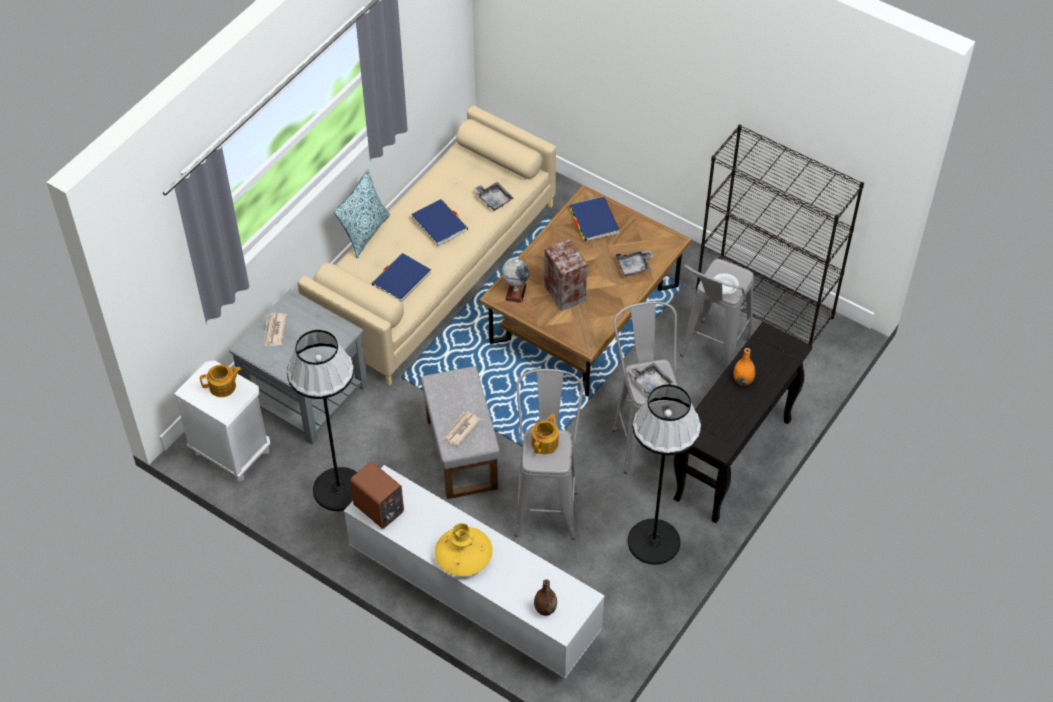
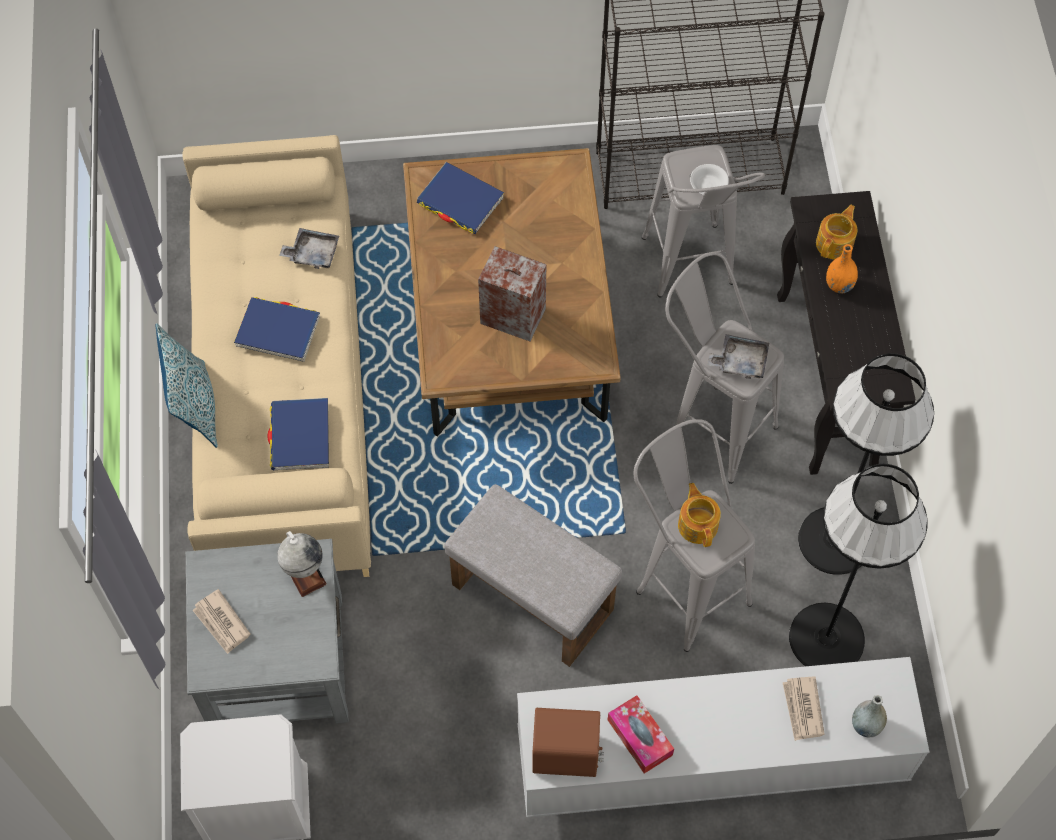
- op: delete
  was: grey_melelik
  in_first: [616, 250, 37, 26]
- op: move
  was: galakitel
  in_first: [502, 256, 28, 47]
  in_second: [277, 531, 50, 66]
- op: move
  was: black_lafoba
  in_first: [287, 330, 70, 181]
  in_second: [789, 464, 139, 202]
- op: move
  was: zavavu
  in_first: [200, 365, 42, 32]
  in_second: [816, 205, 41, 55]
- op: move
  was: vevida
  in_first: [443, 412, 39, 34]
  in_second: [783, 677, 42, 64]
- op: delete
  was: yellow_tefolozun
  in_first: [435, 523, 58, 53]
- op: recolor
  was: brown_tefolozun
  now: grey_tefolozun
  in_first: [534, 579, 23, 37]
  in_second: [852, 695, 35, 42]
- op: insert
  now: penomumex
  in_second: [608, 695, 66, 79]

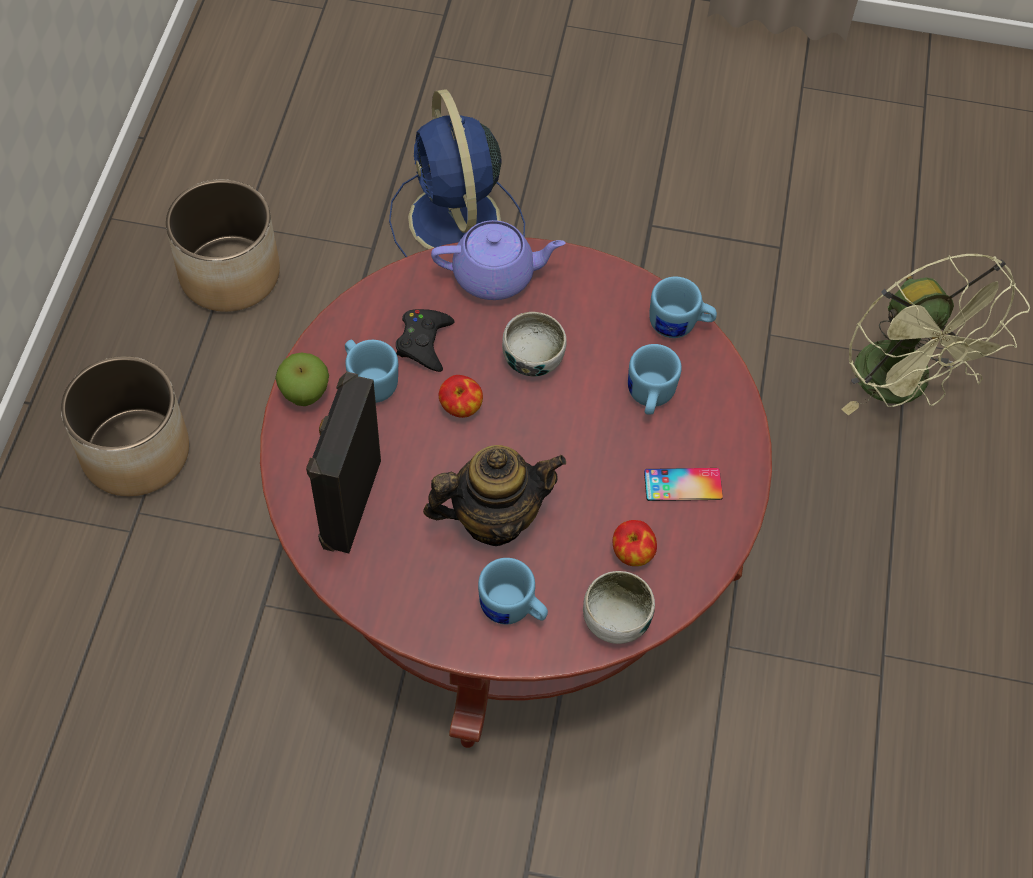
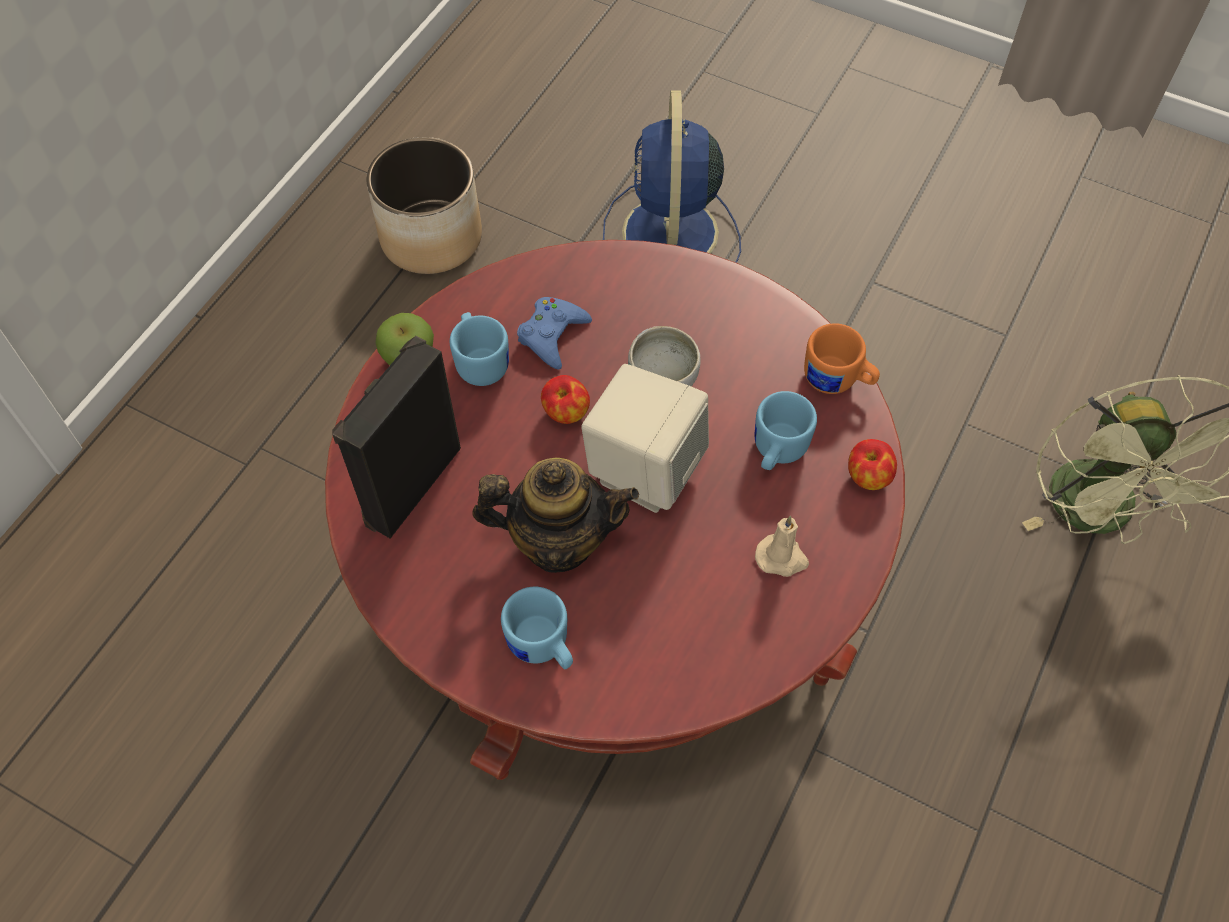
- op: delete
  was: purple_zavavu
  in_first: [431, 220, 135, 80]
- op: recolor
  was: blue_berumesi
  now: orange_berumesi
  in_first: [649, 277, 68, 61]
  in_second: [804, 323, 76, 71]
- op: recolor
  was: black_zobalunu
  now: blue_zobalunu
  in_first: [396, 309, 59, 63]
  in_second: [517, 297, 75, 73]
- op: delete
  was: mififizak
  in_first: [61, 356, 128, 140]
- op: replace
  was: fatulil
  now: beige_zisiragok
  in_first: [644, 468, 79, 33]
  in_second: [755, 516, 54, 61]
- op: move
  was: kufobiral
  in_first: [612, 520, 45, 46]
  in_second: [848, 439, 49, 51]
- op: delete
  was: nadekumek
  in_first: [583, 571, 72, 73]
- op: insert
  now: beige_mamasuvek
  in_second: [581, 364, 128, 149]

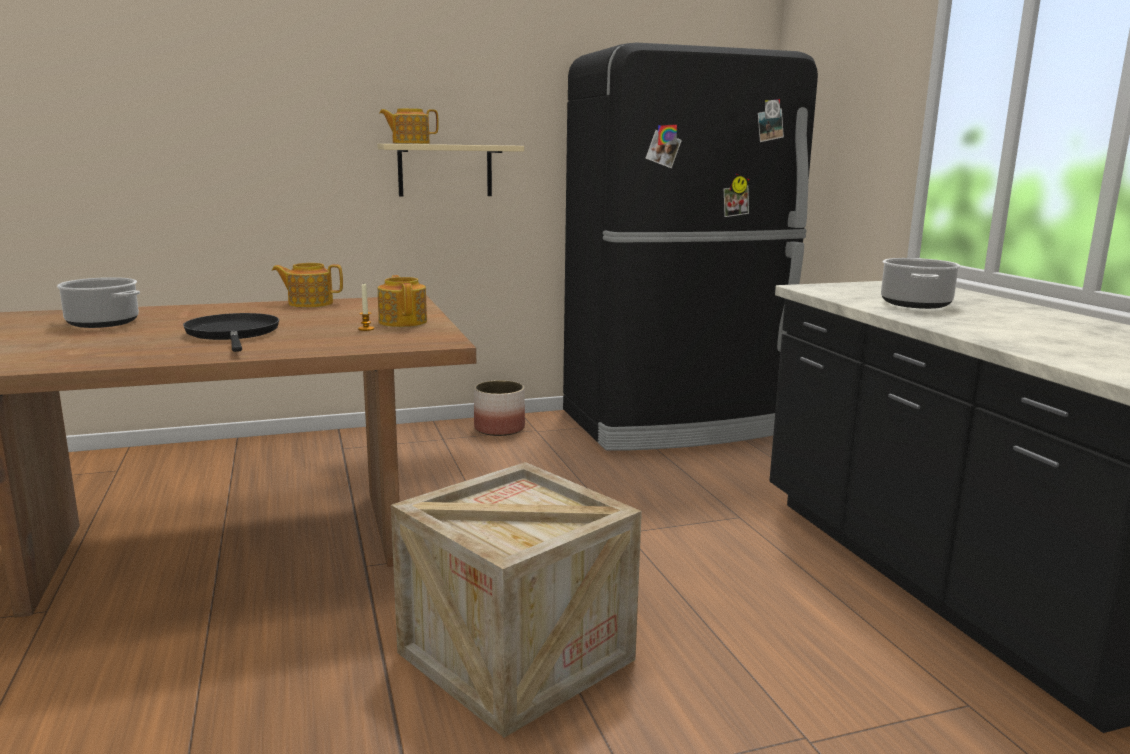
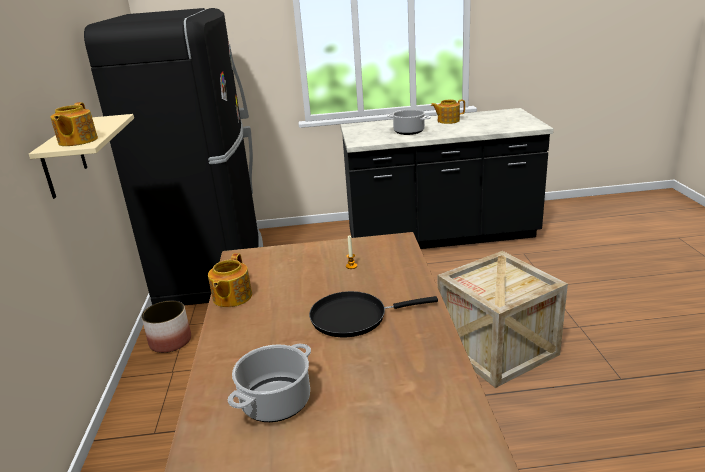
- op: move
  was: zavavu
  in_first: [378, 275, 49, 52]
  in_second: [431, 99, 34, 25]

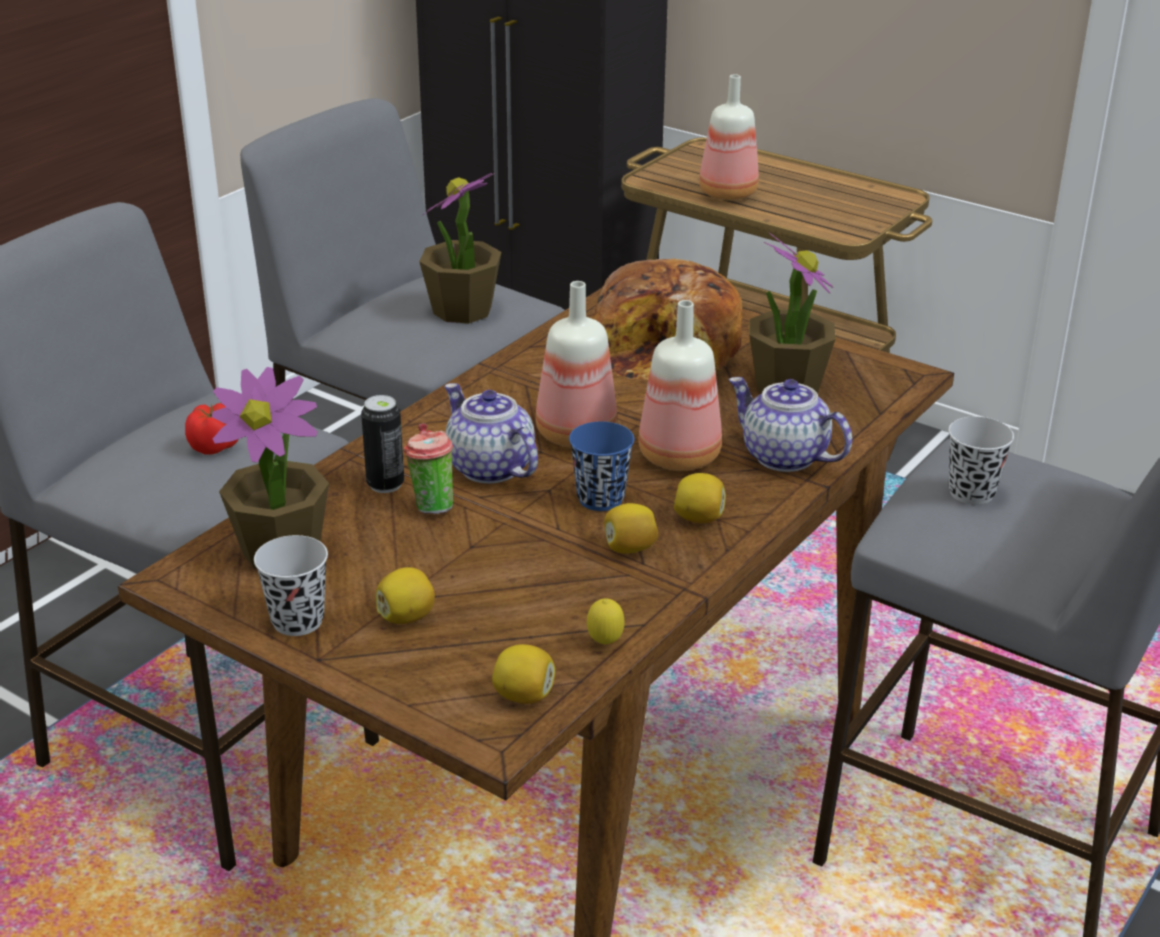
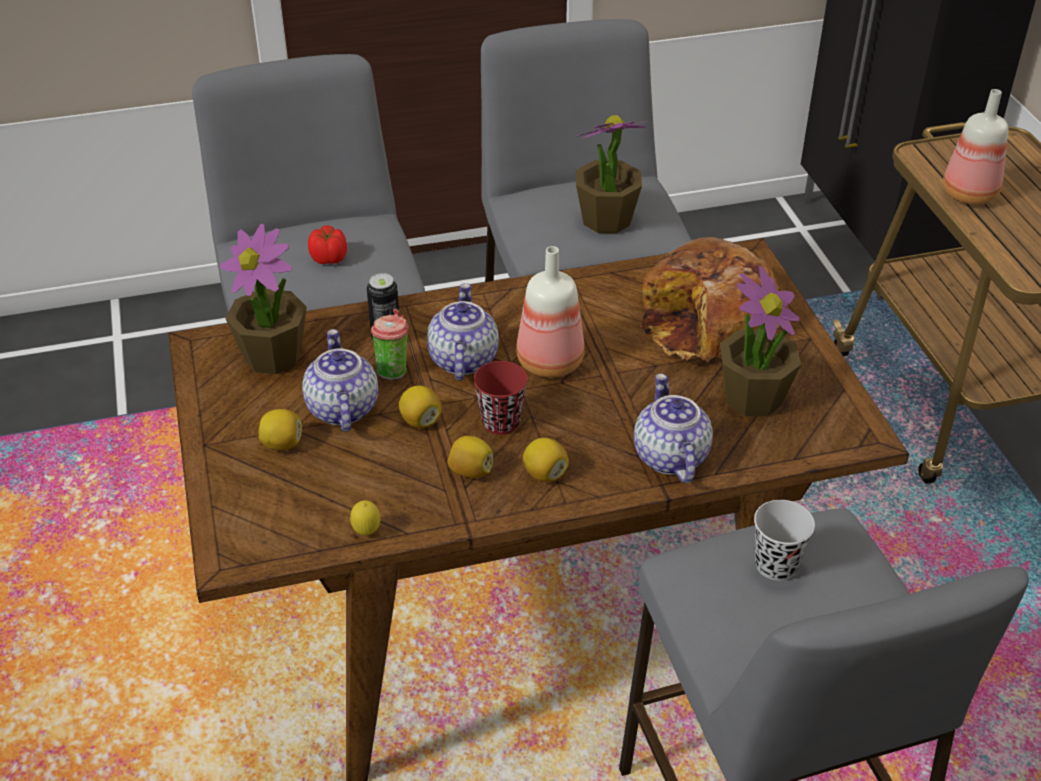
- op: delete
  was: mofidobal
  in_first: [638, 300, 84, 171]
- op: recolor
  was: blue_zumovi
  now: red_zumovi
  in_first: [569, 421, 65, 90]
  in_second: [474, 361, 54, 74]
- op: delete
  was: black_zumovi
  in_first: [254, 535, 74, 101]
- op: move
  was: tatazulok
  in_first: [492, 644, 63, 60]
  in_second: [399, 385, 43, 43]
- op: insert
  now: zavavu
  in_second: [302, 329, 76, 103]

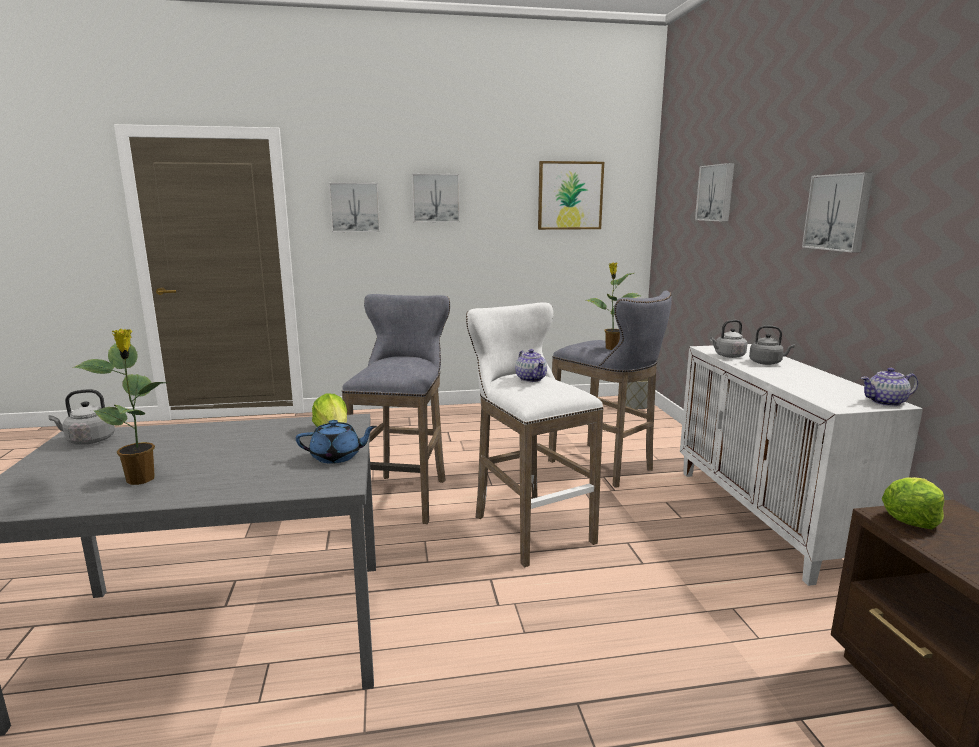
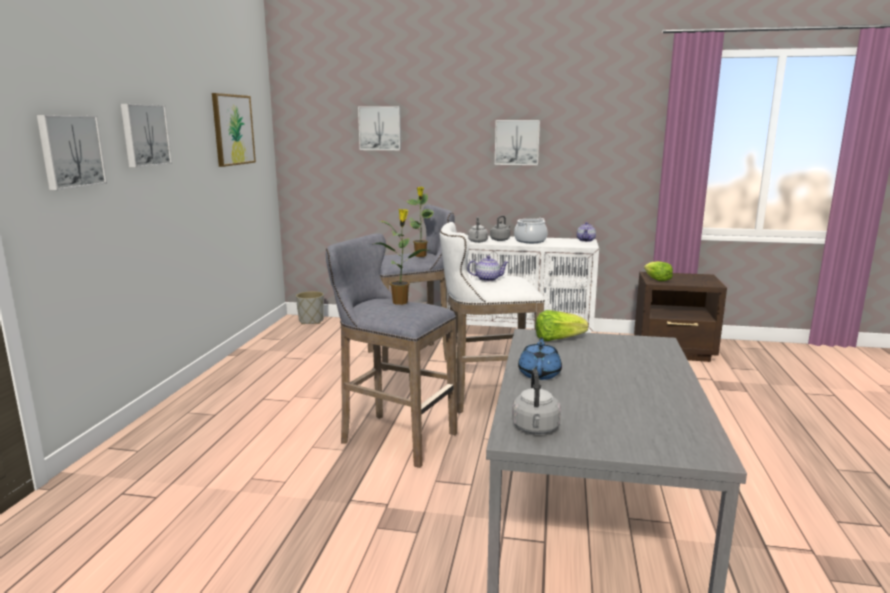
- op: move
  was: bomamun
  in_first: [73, 329, 98, 156]
  in_second: [375, 209, 57, 96]
- op: move
  was: blue_zavavu
  in_first: [296, 420, 81, 44]
  in_second: [518, 337, 44, 43]
- op: insert
  now: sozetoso
  in_second: [514, 218, 34, 25]

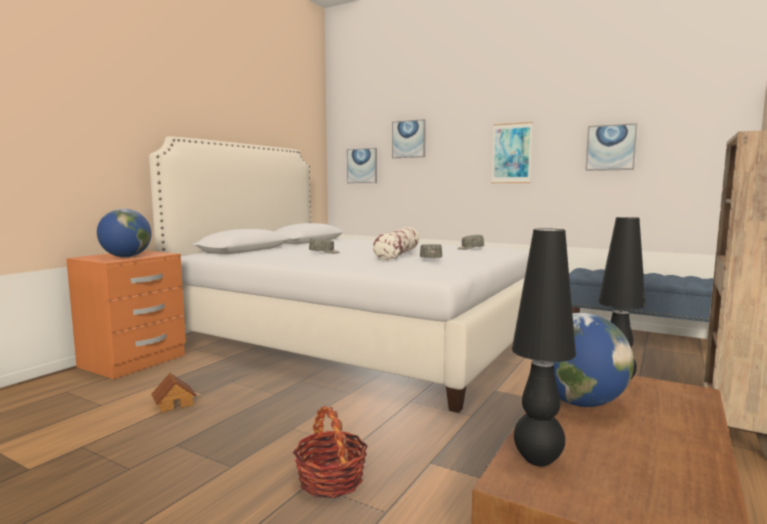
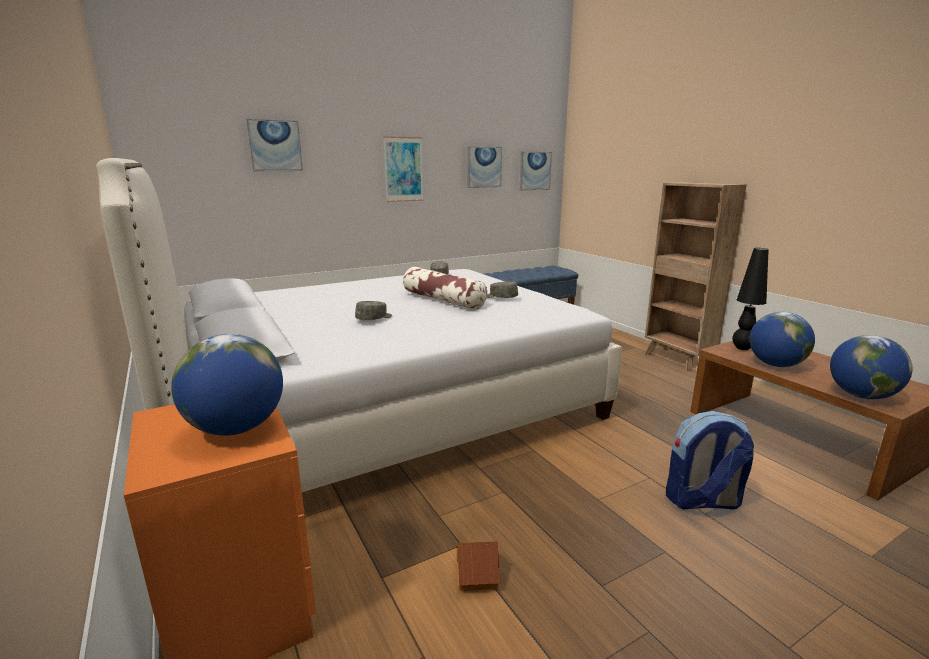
- op: move
  was: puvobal
  in_first: [347, 148, 30, 35]
  in_second: [520, 152, 32, 38]
- op: replace
  was: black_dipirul
  now: galakitel
  in_first: [512, 228, 64, 238]
  in_second: [830, 335, 82, 64]
- op: replace
  was: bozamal
  now: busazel
  in_first: [293, 406, 74, 92]
  in_second: [666, 411, 88, 98]

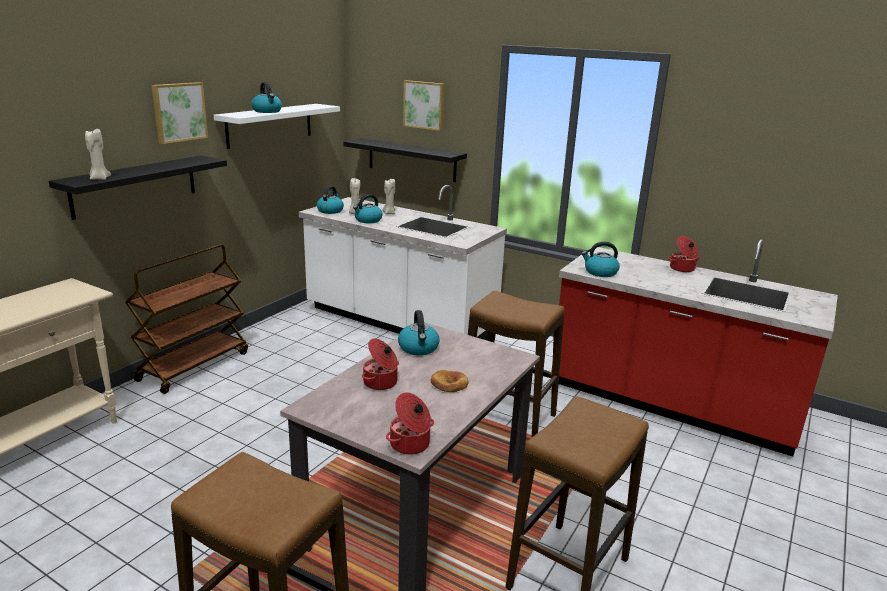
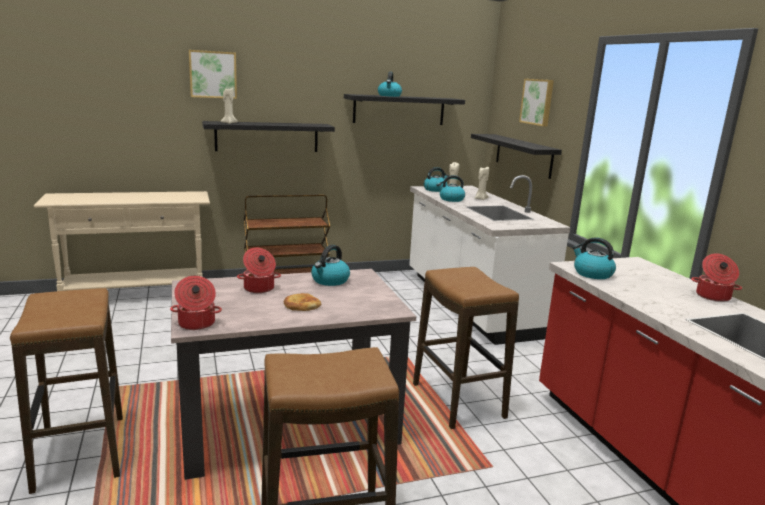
- op: move
  was: puvobal
  in_first: [151, 82, 57, 62]
  in_second: [189, 50, 48, 49]
- op: recolor
  was: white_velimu
  now: black_velimu
  in_first: [214, 104, 126, 45]
  in_second: [344, 94, 121, 31]

